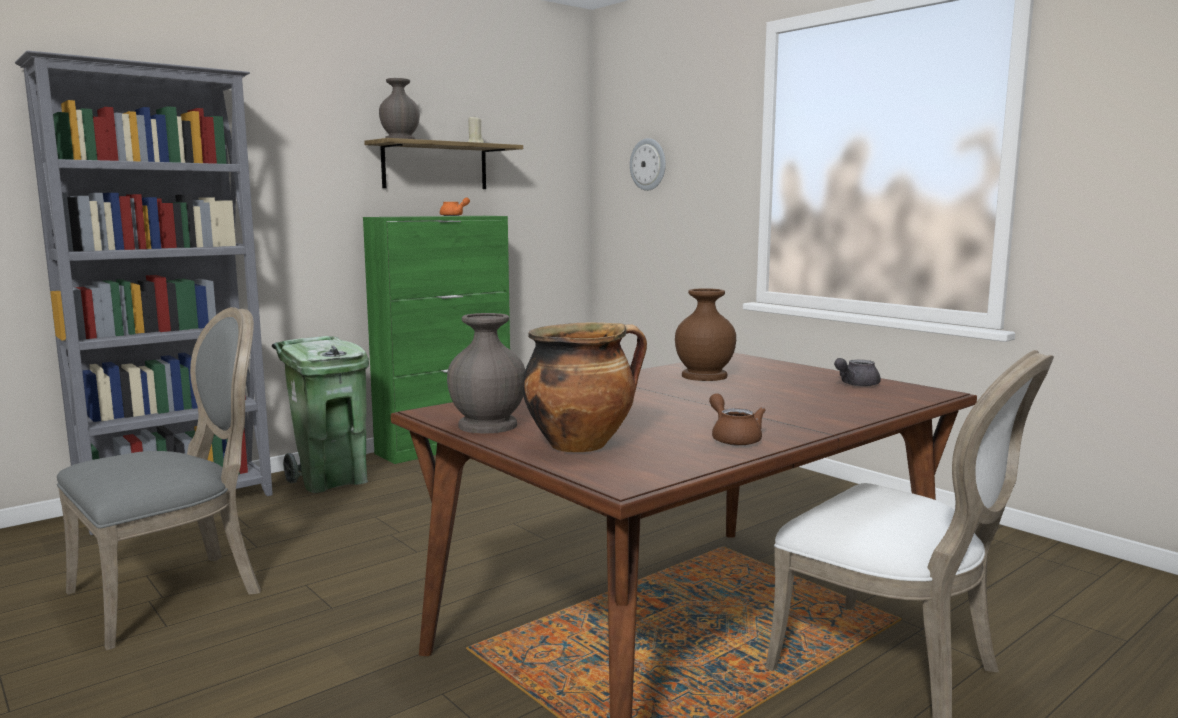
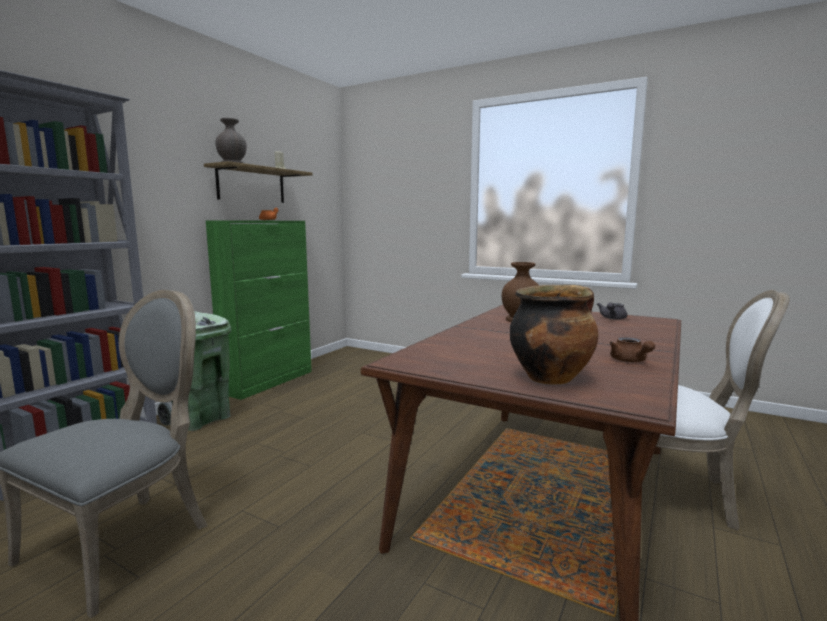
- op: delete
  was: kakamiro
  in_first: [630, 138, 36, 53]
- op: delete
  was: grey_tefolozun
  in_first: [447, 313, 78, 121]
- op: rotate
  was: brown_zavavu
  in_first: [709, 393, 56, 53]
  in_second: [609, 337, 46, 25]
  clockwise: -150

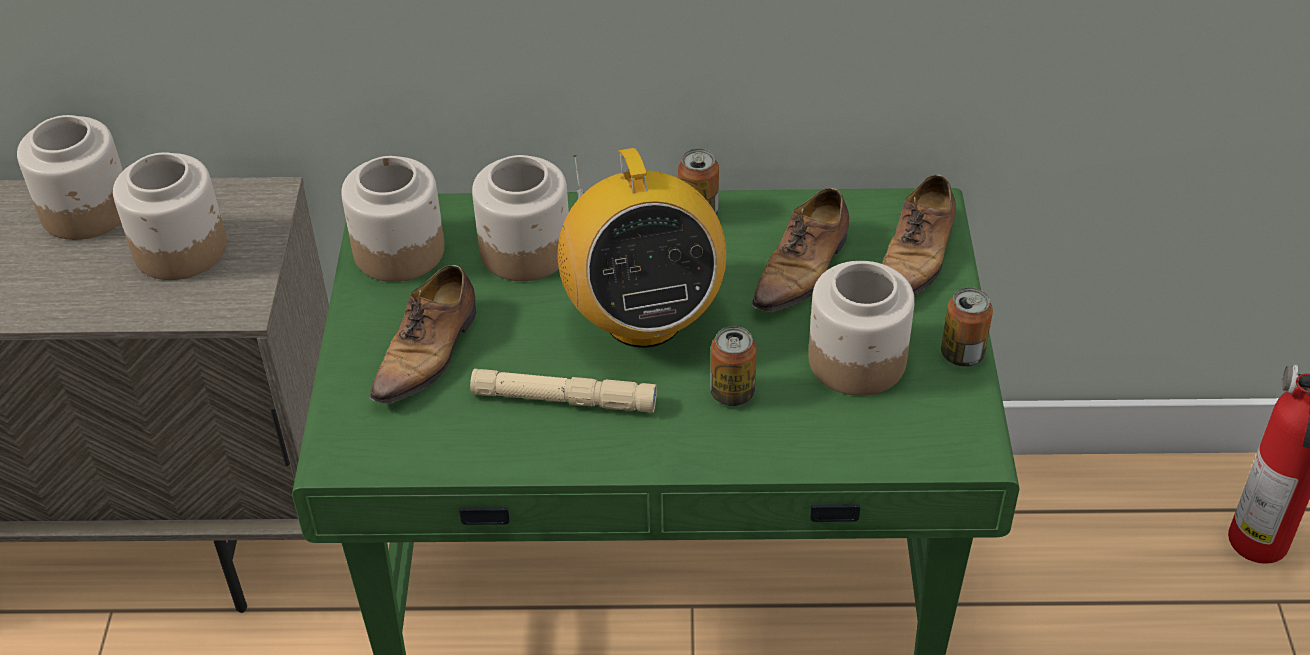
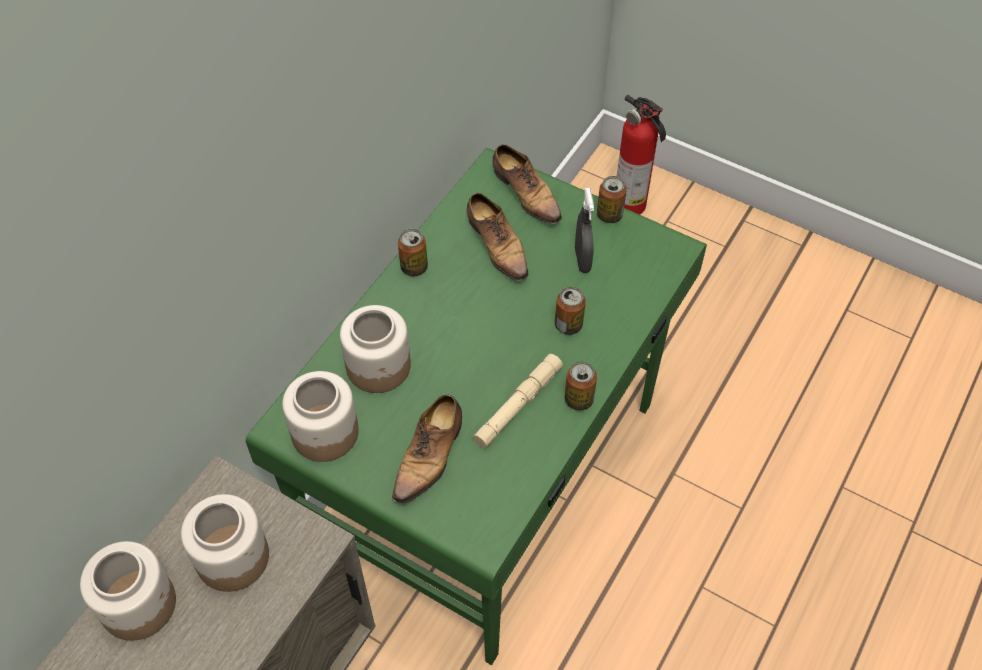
- op: delete
  was: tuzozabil
  in_first: [558, 148, 168, 200]
- op: replace
  was: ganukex
  now: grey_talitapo
  in_first: [808, 261, 107, 135]
  in_second: [575, 188, 19, 85]
- op: rotate
  was: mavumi
  in_first: [370, 265, 107, 146]
  in_second: [392, 394, 70, 110]
  clockwise: 60
- op: insert
  now: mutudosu
  in_second: [565, 362, 32, 49]

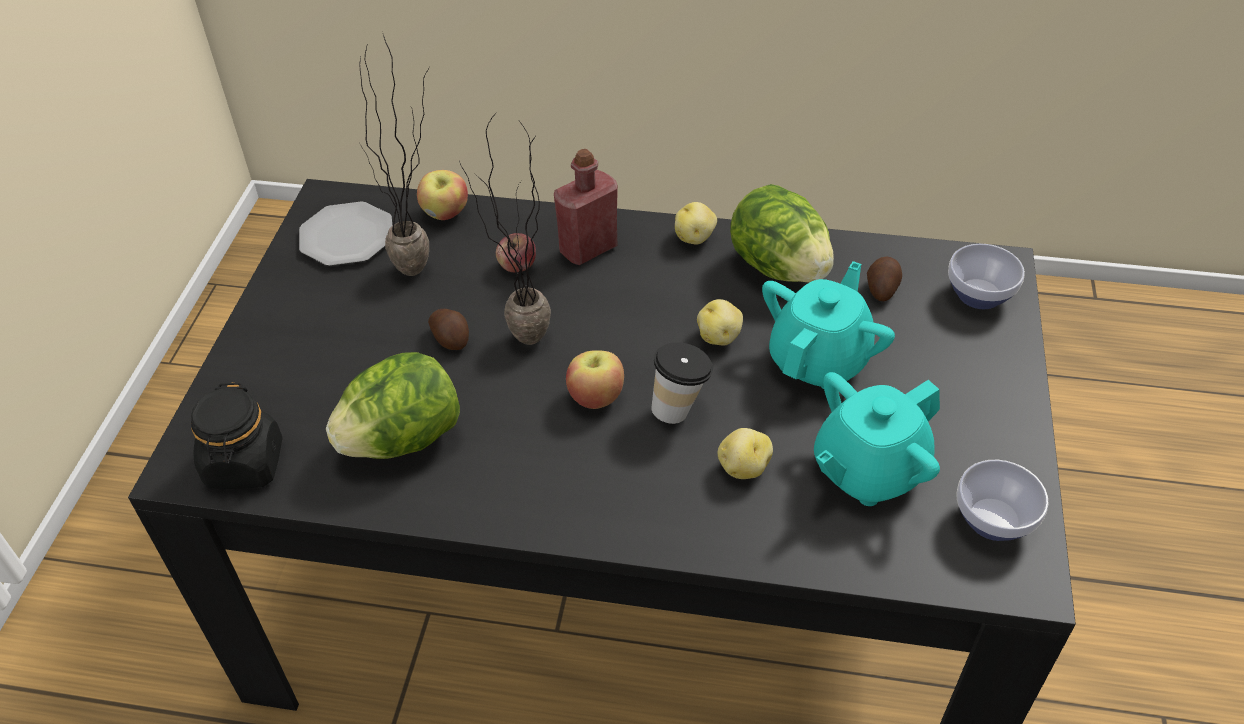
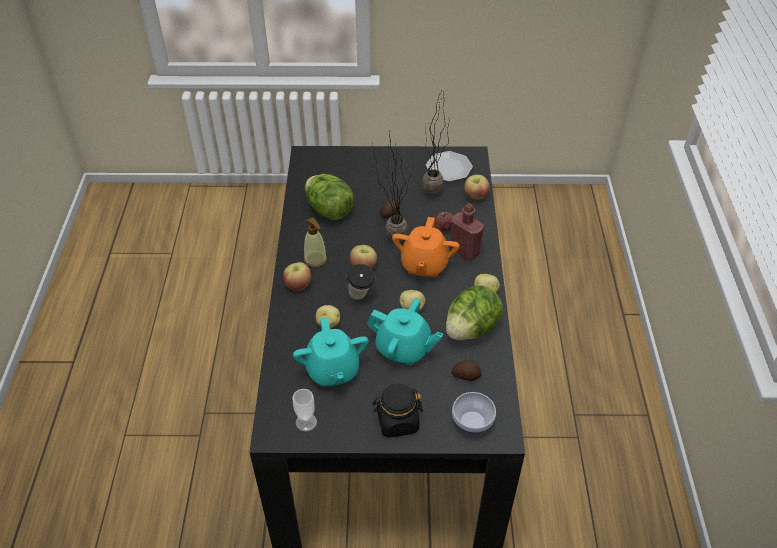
- op: rotate
  was: turquoise_zavavu
  in_first: [814, 372, 126, 134]
  in_second: [293, 317, 76, 69]
  clockwise: -150
- op: move
  was: black_ganukex
  in_first: [191, 383, 92, 106]
  in_second: [372, 384, 51, 54]
- op: replace
  was: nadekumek
  now: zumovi
  in_first: [957, 460, 92, 81]
  in_second: [293, 389, 24, 42]
- op: insert
  now: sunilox
  in_second: [304, 217, 23, 51]
- op: insert
  now: orange_zavavu
  in_second: [392, 217, 68, 61]
- op: insert
  now: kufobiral
  in_second: [283, 262, 28, 29]

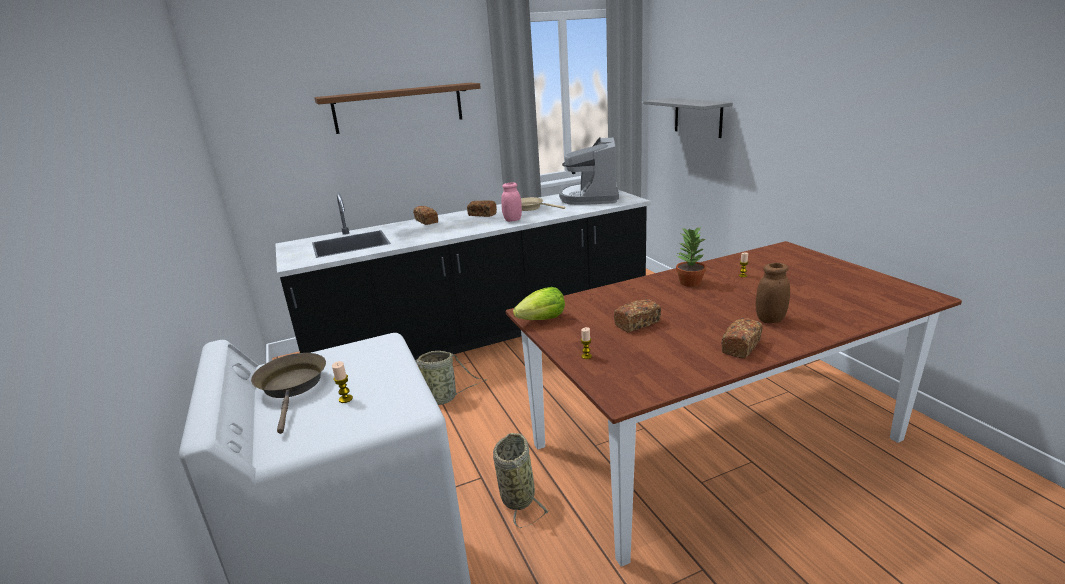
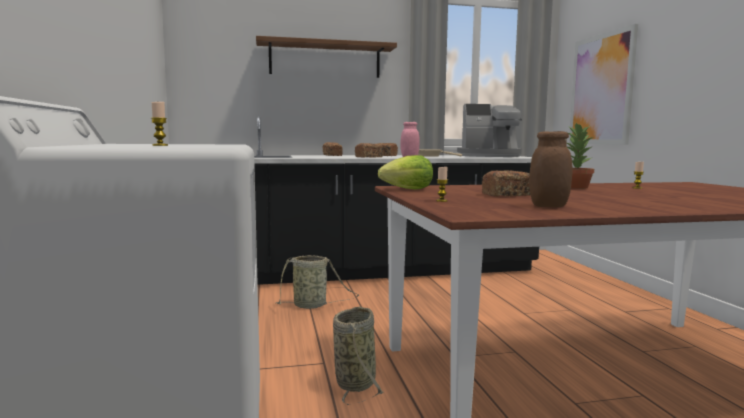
- op: replace
  was: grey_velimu
  now: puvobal
  in_first: [643, 98, 90, 40]
  in_second: [569, 24, 69, 121]
- op: rotate
  was: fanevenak
  in_first: [559, 137, 60, 68]
  in_second: [457, 104, 65, 53]
  clockwise: -105
- op: move
  was: brown_ganukex
  in_first: [755, 263, 35, 60]
  in_second: [529, 131, 43, 76]
- op: move
  was: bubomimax
  in_first: [721, 318, 42, 41]
  in_second: [355, 143, 28, 15]
- op: delete
  was: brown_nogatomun
  in_first: [251, 353, 75, 81]

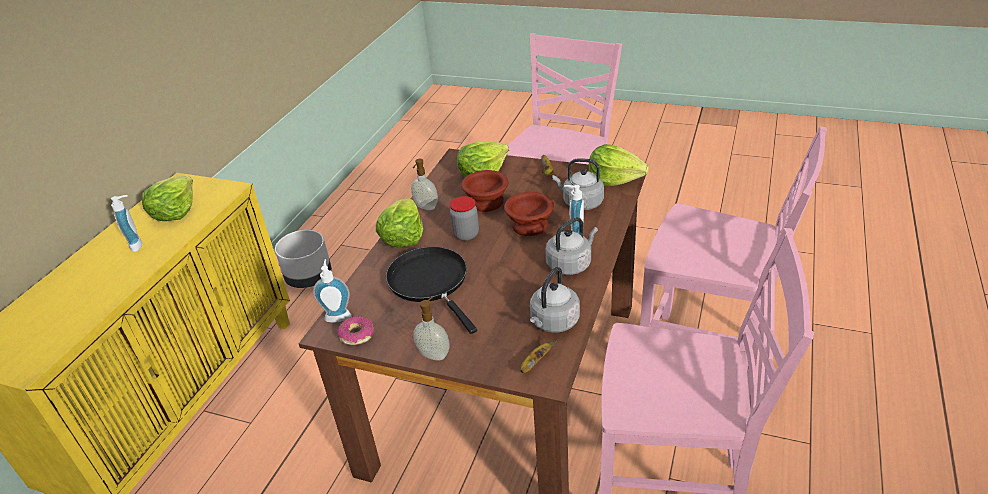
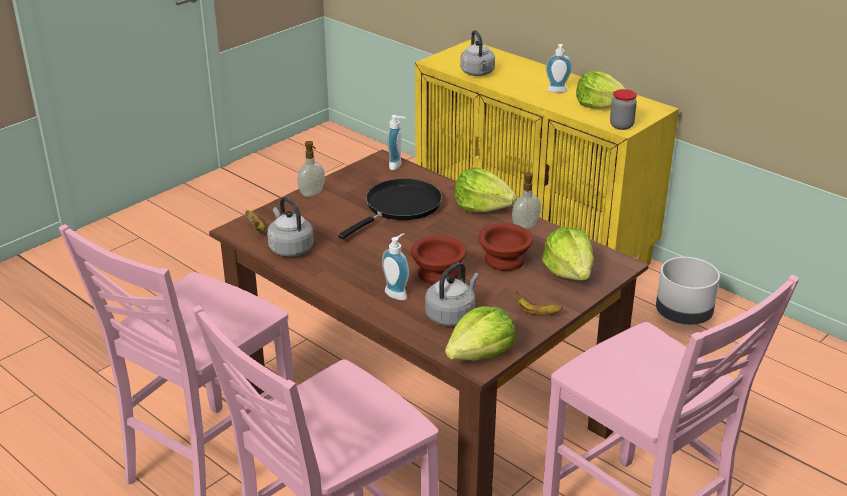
- op: move
  was: ganukex
  in_first: [450, 196, 29, 45]
  in_second: [610, 89, 27, 41]
- op: move
  was: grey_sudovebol
  in_first: [546, 217, 52, 58]
  in_second: [460, 30, 35, 46]
- op: rotate
  was: black_nogatomun
  in_first: [386, 247, 91, 87]
  in_second: [338, 178, 104, 61]
  clockwise: -45
- op: delete
  was: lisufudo
  in_first: [337, 316, 36, 29]

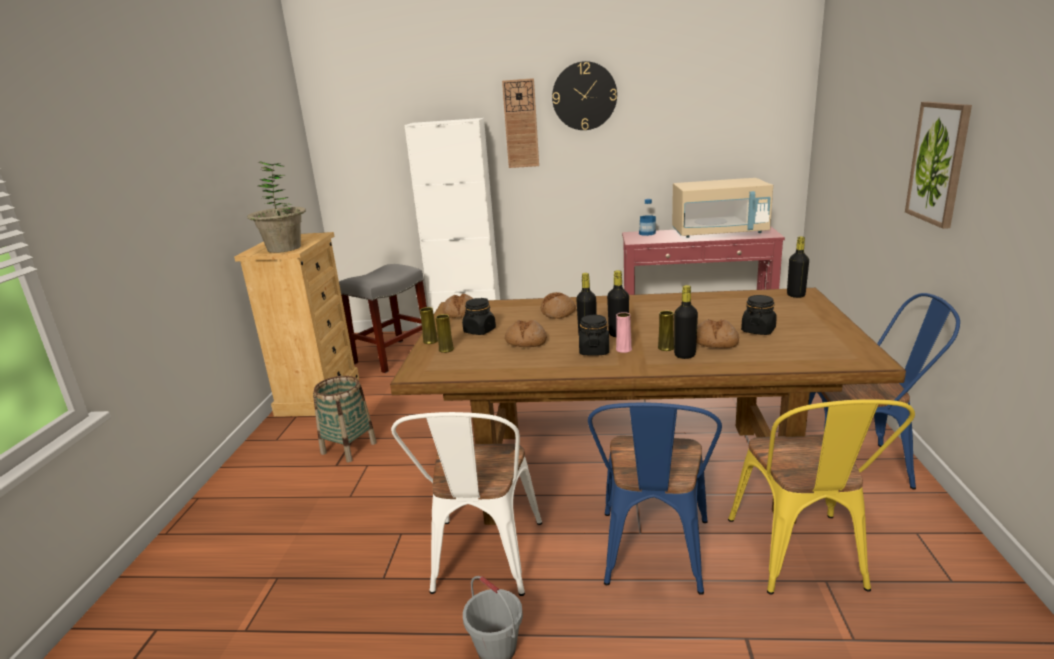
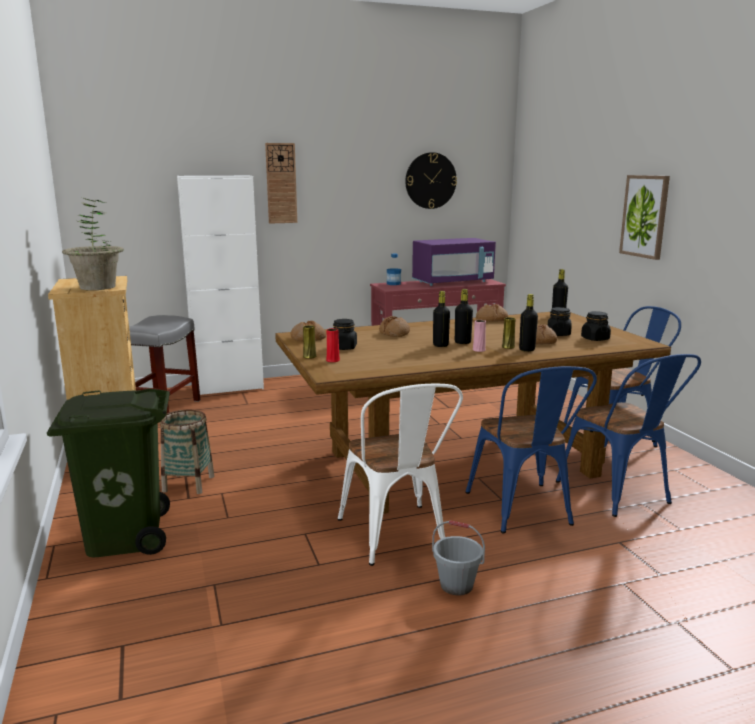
- op: move
  was: kakamiro
  in_first: [552, 61, 65, 69]
  in_second: [405, 152, 52, 57]
- op: recolor
  was: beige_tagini
  now: purple_tagini
  in_first: [672, 178, 101, 60]
  in_second: [412, 238, 84, 48]
- op: recolor
  was: yellow_tefolozun
  now: red_tefolozun
  in_first: [436, 314, 18, 39]
  in_second: [326, 328, 14, 34]
- op: move
  was: black_ganukex
  in_first: [579, 315, 30, 41]
  in_second: [581, 311, 30, 30]
- op: move
  was: bubomimax
  in_first: [505, 320, 42, 27]
  in_second: [476, 304, 32, 18]
- op: recolor
  was: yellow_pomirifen
  now: blue_pomirifen
  in_first: [728, 399, 187, 195]
  in_second: [556, 354, 145, 163]
- op: insert
  now: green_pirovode
  in_second: [47, 389, 123, 168]

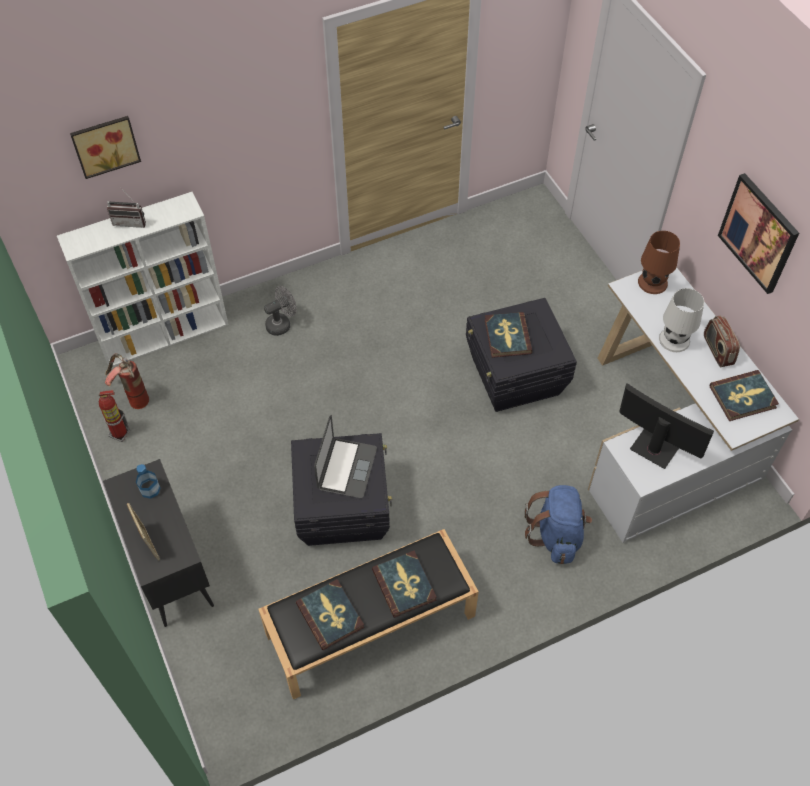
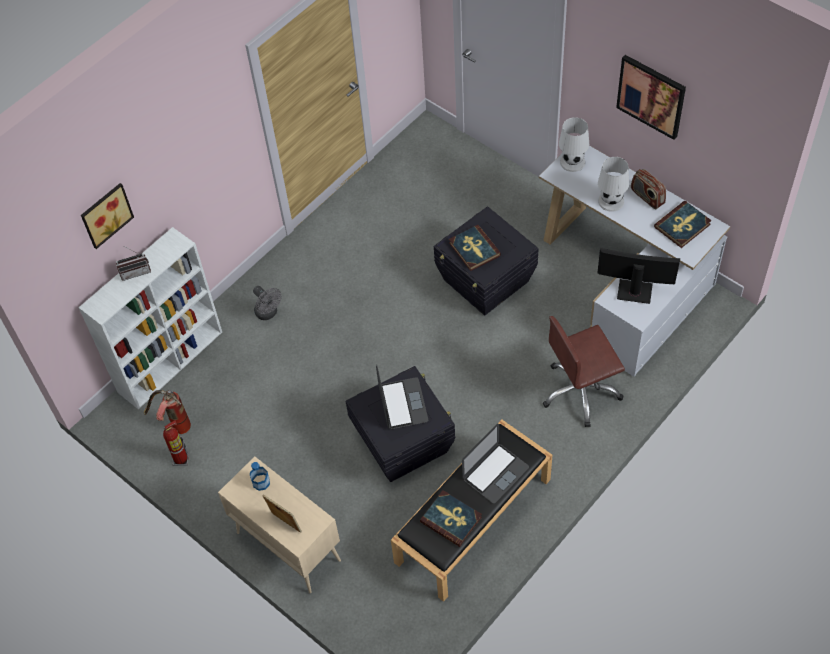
- op: recolor
  was: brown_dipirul
  now: white_dipirul
  in_first: [638, 231, 42, 63]
  in_second: [559, 117, 30, 55]
- op: rotate
  was: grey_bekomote
  in_first: [264, 286, 32, 50]
  in_second: [253, 286, 29, 34]
  clockwise: 105
- op: recolor
  was: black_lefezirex
  now: beige_lefezirex
  in_first: [103, 459, 111, 168]
  in_second: [218, 456, 123, 137]
- op: replace
  was: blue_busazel
  now: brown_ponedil
  in_first: [525, 485, 67, 79]
  in_second: [543, 316, 82, 111]
- op: replace
  was: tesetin
  now: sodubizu
  in_first: [372, 551, 65, 67]
  in_second: [462, 424, 67, 79]

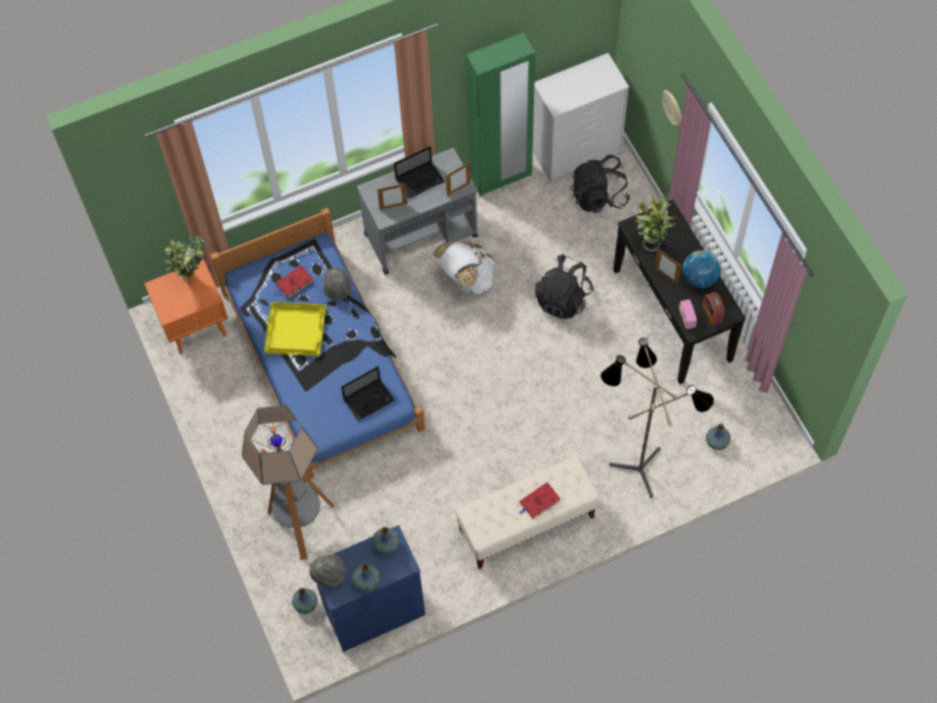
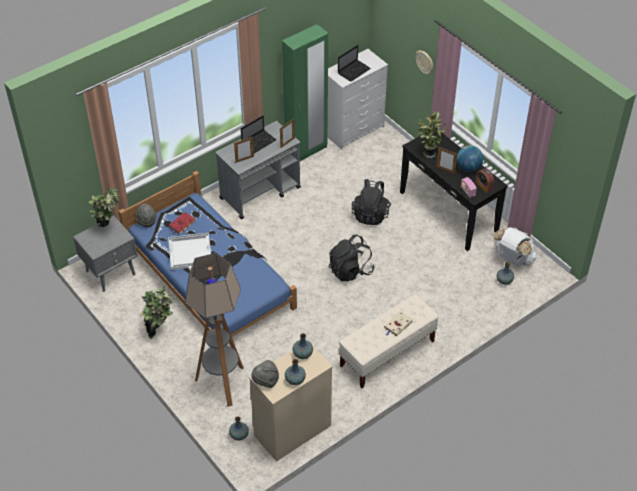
- op: move
  was: black_busazel
  in_first: [570, 155, 60, 58]
  in_second: [329, 235, 46, 46]
- op: move
  was: white_busazel
  in_first: [433, 241, 62, 54]
  in_second: [493, 227, 44, 39]
- op: recolor
  was: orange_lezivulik
  now: grey_lezivulik
  in_first: [144, 259, 84, 95]
  in_second: [73, 216, 64, 76]
- op: move
  was: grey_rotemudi
  in_first: [323, 267, 29, 33]
  in_second: [136, 203, 21, 24]
- op: recolor
  was: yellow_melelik
  now: white_melelik
  in_first: [264, 302, 62, 54]
  in_second: [168, 233, 43, 37]
- op: delete
  was: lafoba
  in_first: [601, 338, 113, 160]
- op: move
  was: sodubizu
  in_first: [341, 366, 54, 55]
  in_second: [338, 45, 33, 37]
- op: recolor
  was: red_tesetin
  now: beige_tesetin
  in_first: [519, 482, 41, 37]
  in_second: [384, 311, 29, 26]
- op: recolor
  was: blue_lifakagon
  now: beige_lifakagon
  in_first: [310, 525, 116, 127]
  in_second: [249, 345, 84, 117]
- op: insert
  now: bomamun
  in_second: [140, 286, 33, 53]

